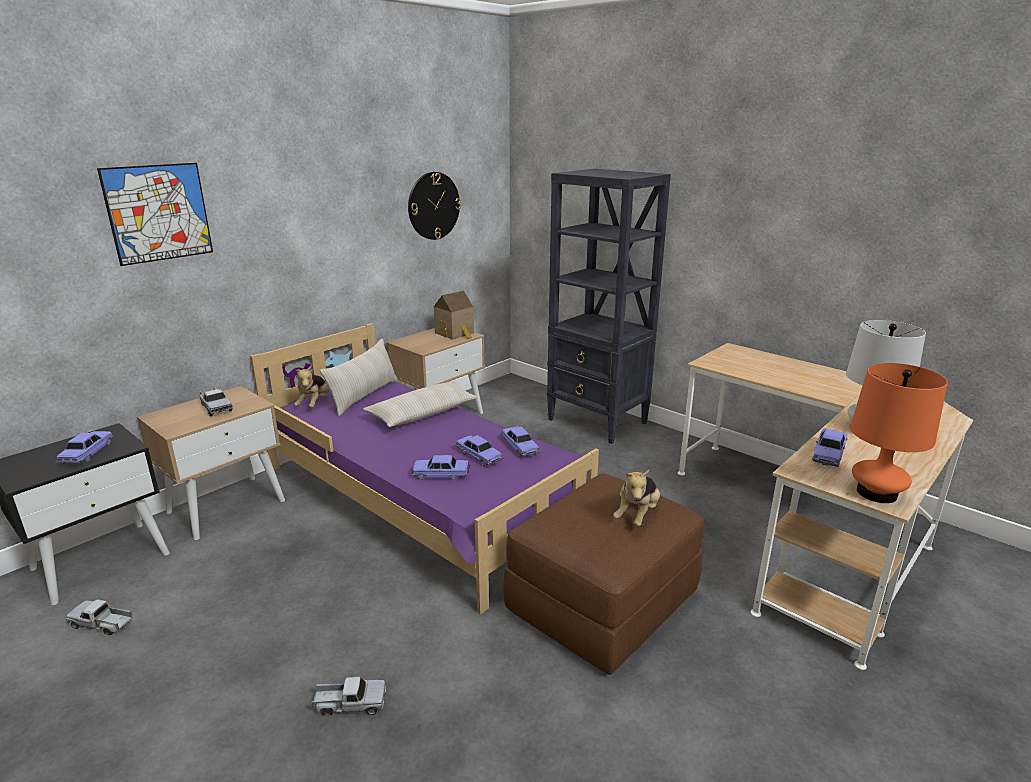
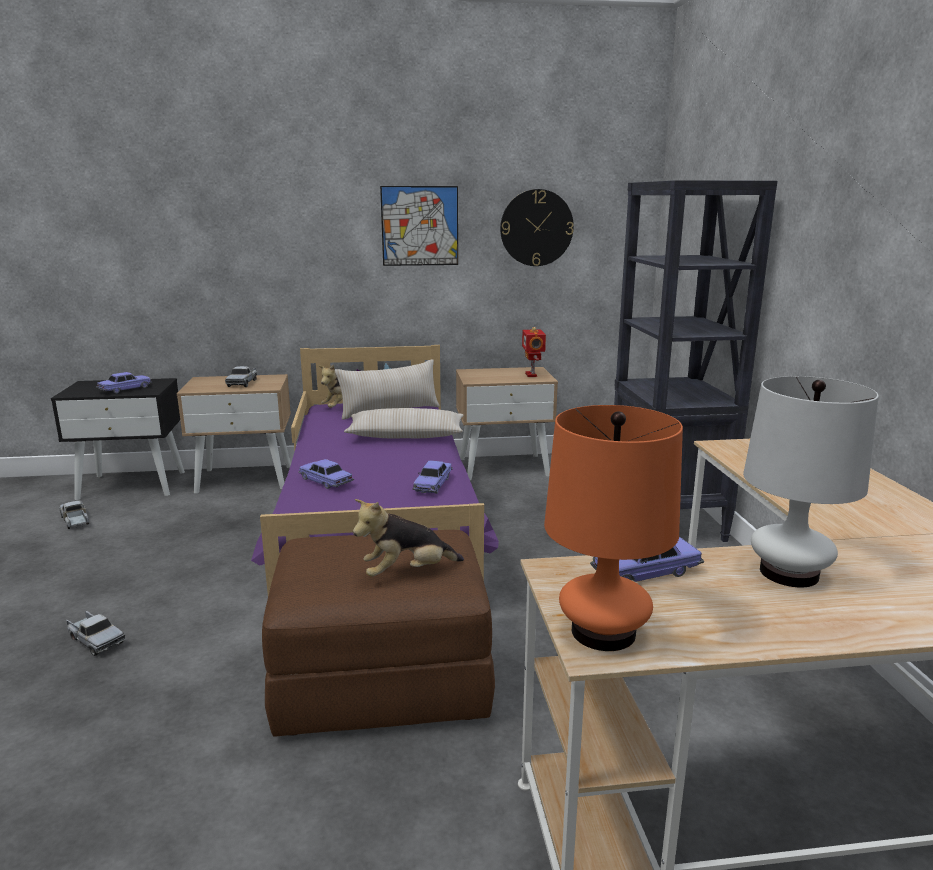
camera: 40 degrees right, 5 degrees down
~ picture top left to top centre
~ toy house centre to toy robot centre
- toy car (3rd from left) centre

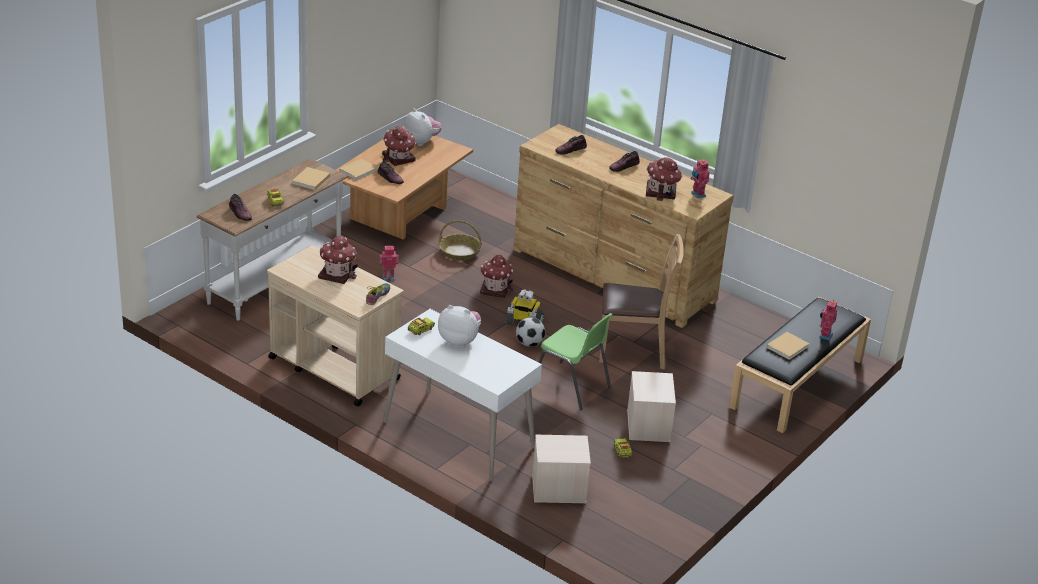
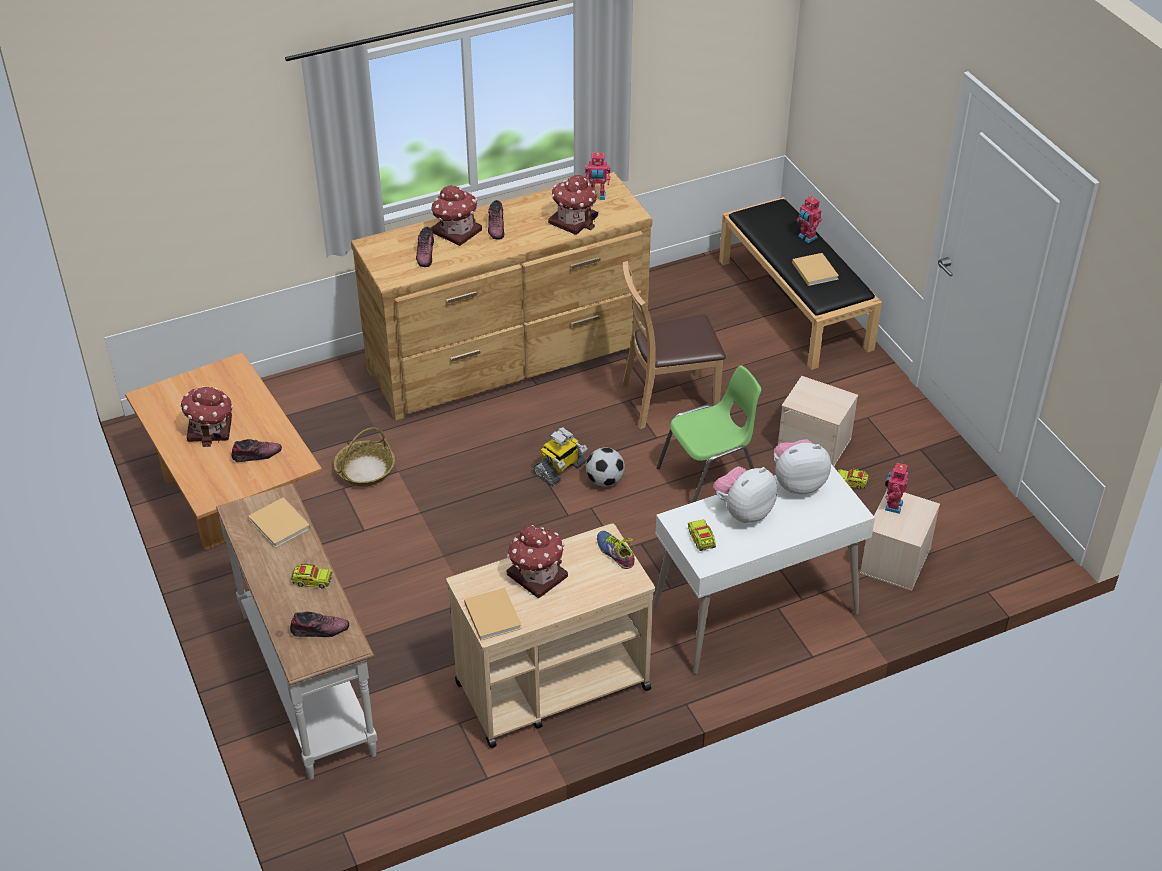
camera: 60 degrees left, 10 degrees up
~ plush toy (1st from left in the first image) top centre to plush toy (2nd from left) middle right
~ book (beige) (2nd from left) top centre to bottom centre
~ chair (brown) centre = centre 135 degrees counterclockwise
~ toy robot (1st from left in the first image) centre to toy robot (4th from left) middle right
~ toy house (3rd from left in the first image) centre to toy house (2nd from left) top centre

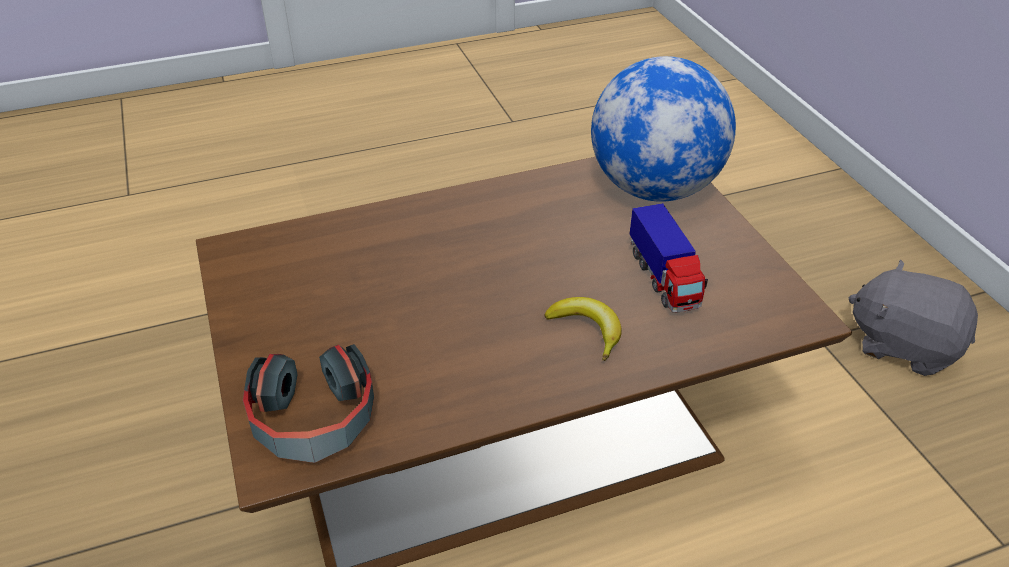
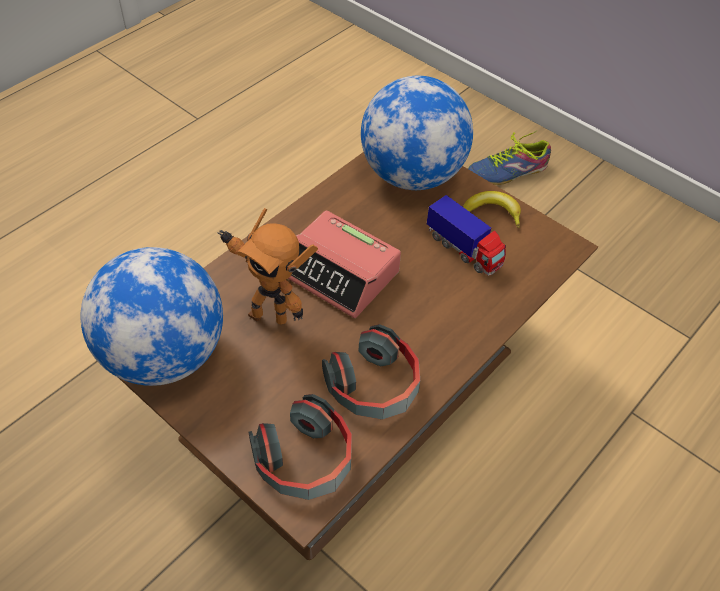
camera: 30 degrees left, 10 degrees up
- plush toy (grey) middle right
~ banana centre to middle right
+ shoe top right
+ toy robot centre
+ alarm clock centre
+ globe (1st from left) middle left
+ headphones (2nd from left) centre

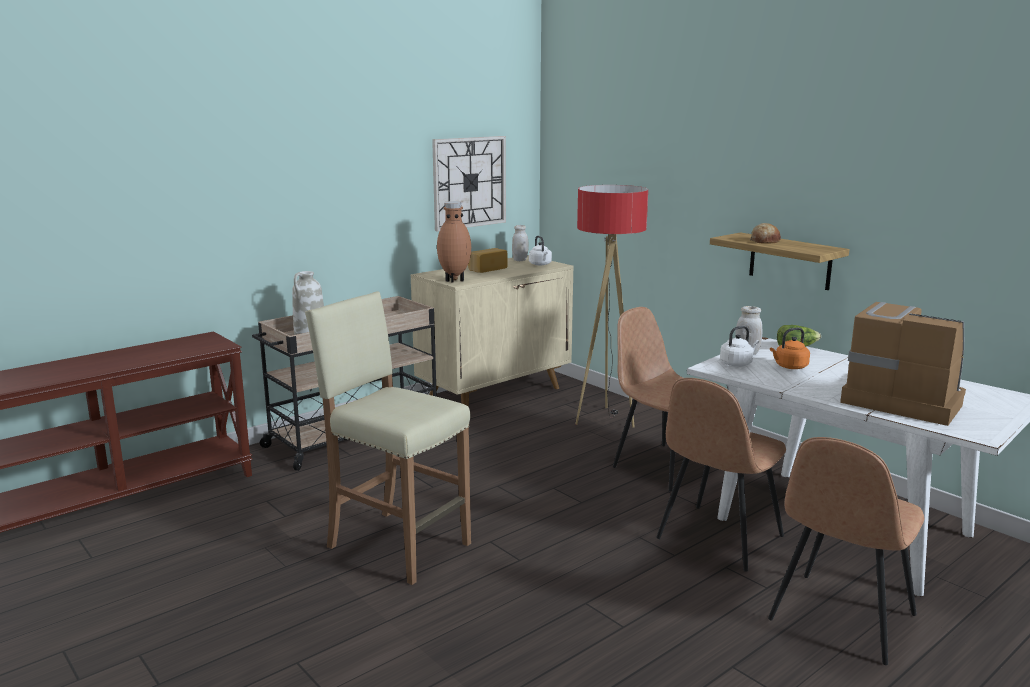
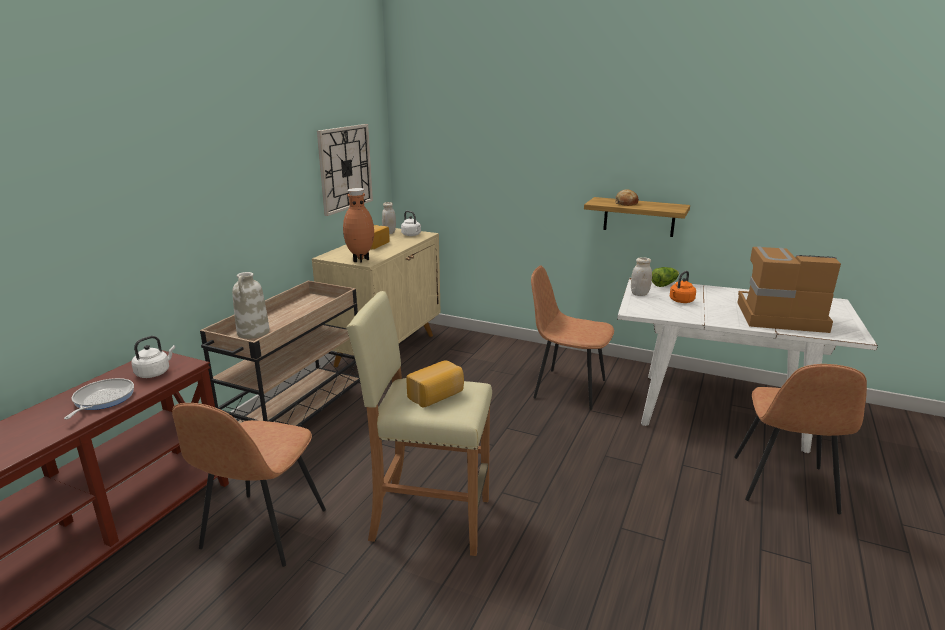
camera: 25 degrees left, 5 degrees up
- floor lamp centre
~ kettle (white) (2nd from left in the first image) middle right to kettle (white) (1st from left) middle left
~ chair (brown) (2nd from left in the first image) bottom right to chair (brown) (1st from left) bottom left
+ bread (2nd from left) centre
+ frying pan middle left

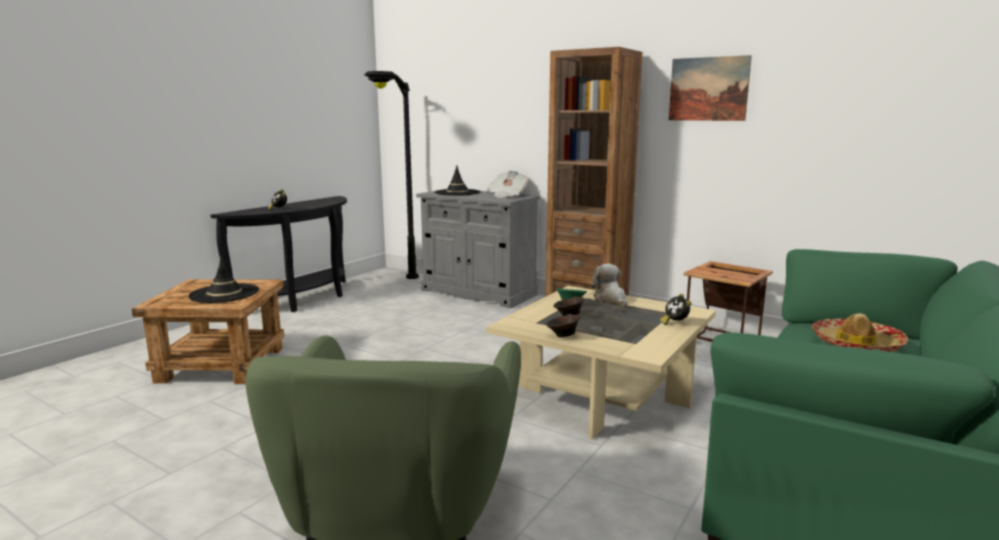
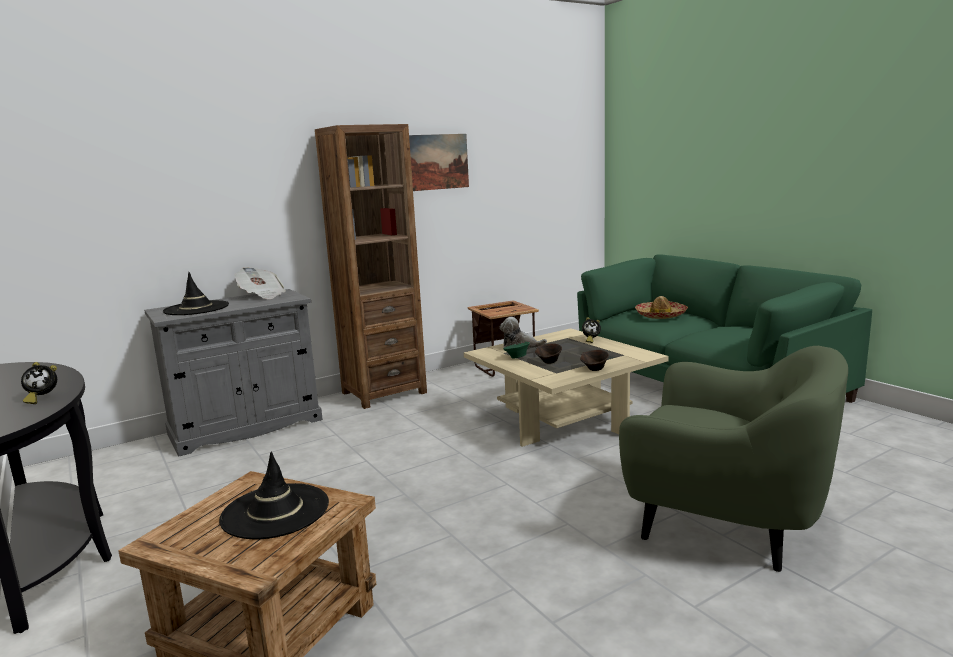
camera: 65 degrees left, 0 degrees up
- floor lamp (black) top centre

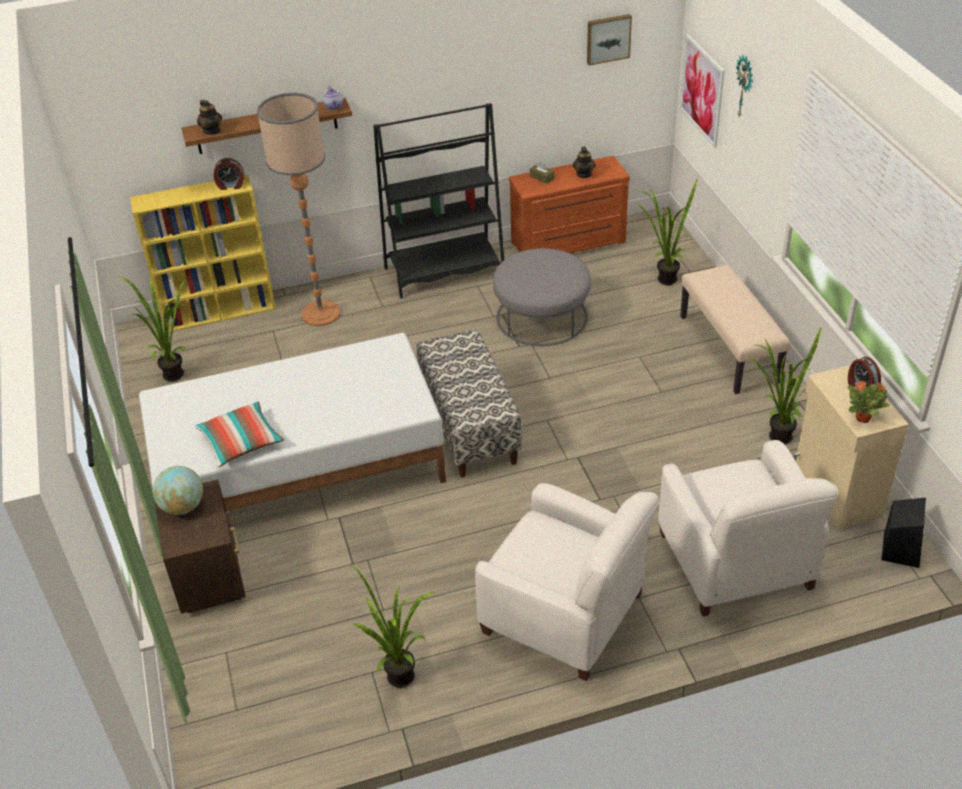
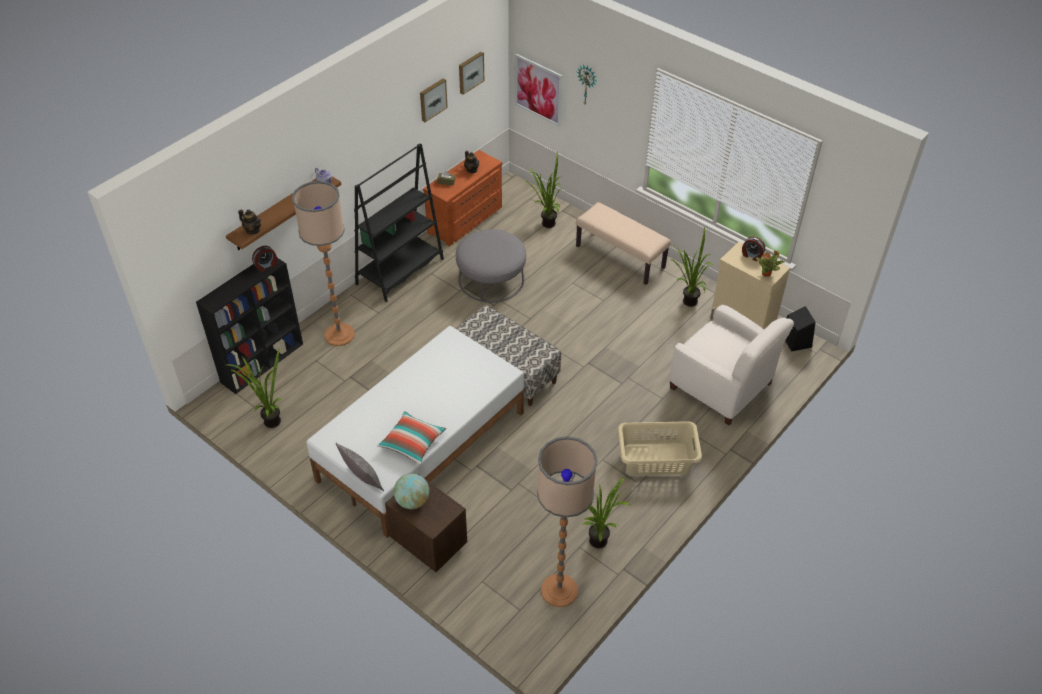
camera: 35 degrees left, 5 degrees up
~ bookcase (yellow) top left to bookcase (black) (1st from left) middle left
~ armchair (white) (1st from left) bottom centre to laundry basket (beige) centre
+ picture (1st from left) top centre
+ floor lamp (2nd from left) bottom centre
+ pillow (1st from left) bottom centre

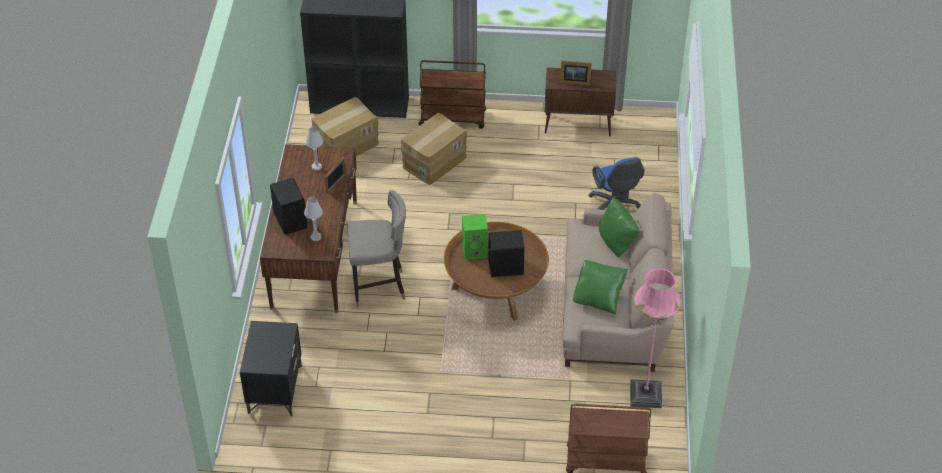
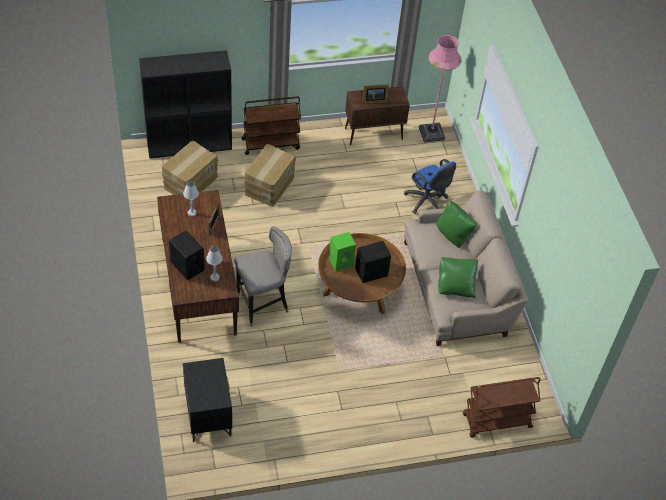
camera: 20 degrees left, 5 degrees up
~ floor lamp (pink) bottom right to top centre

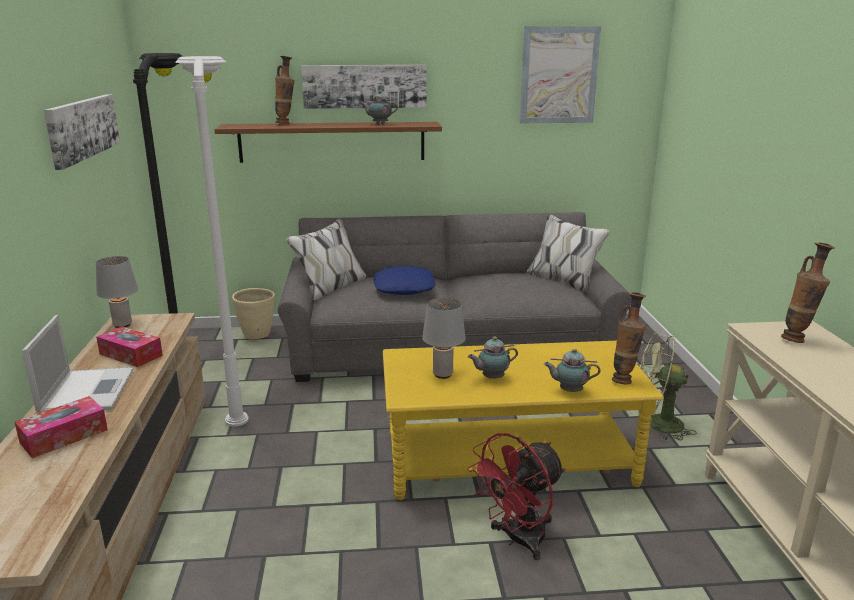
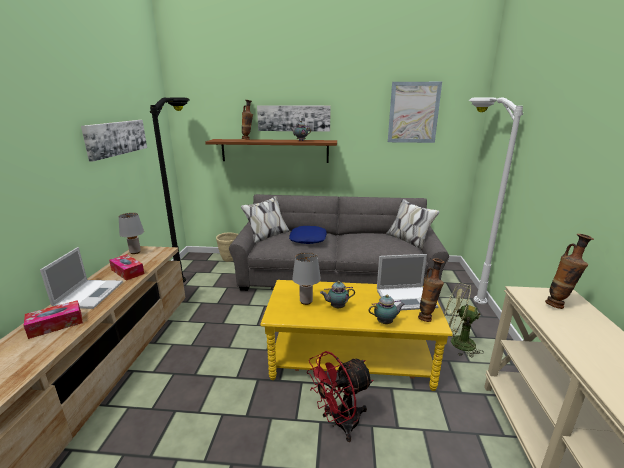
camera: 10 degrees right, 0 degrees up
~ floor lamp (white) middle left to middle right
~ teapot (3rd from left) middle right = centre 150 degrees clockwise
+ laptop (2nd from left) centre

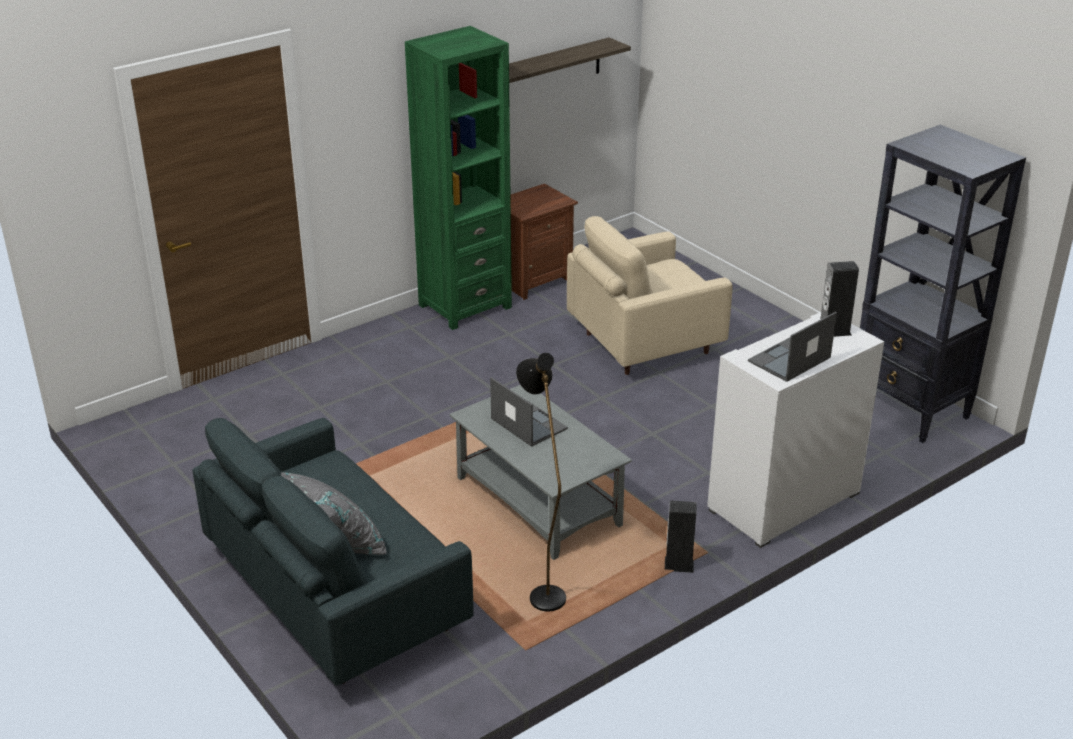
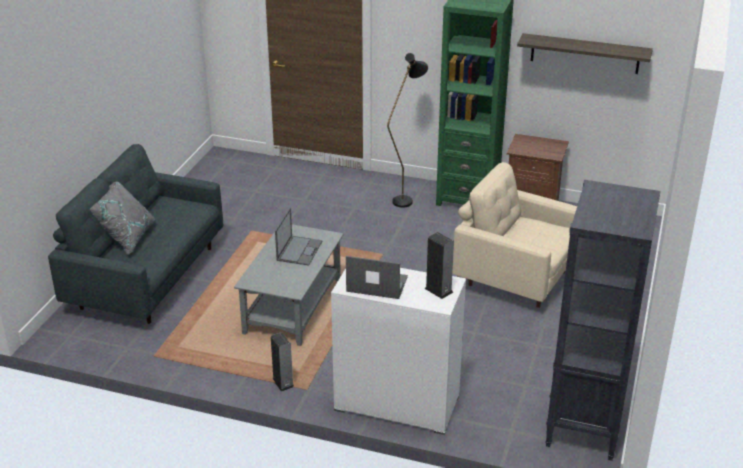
camera: 55 degrees right, 0 degrees up
~ floor lamp (black) centre to top centre

